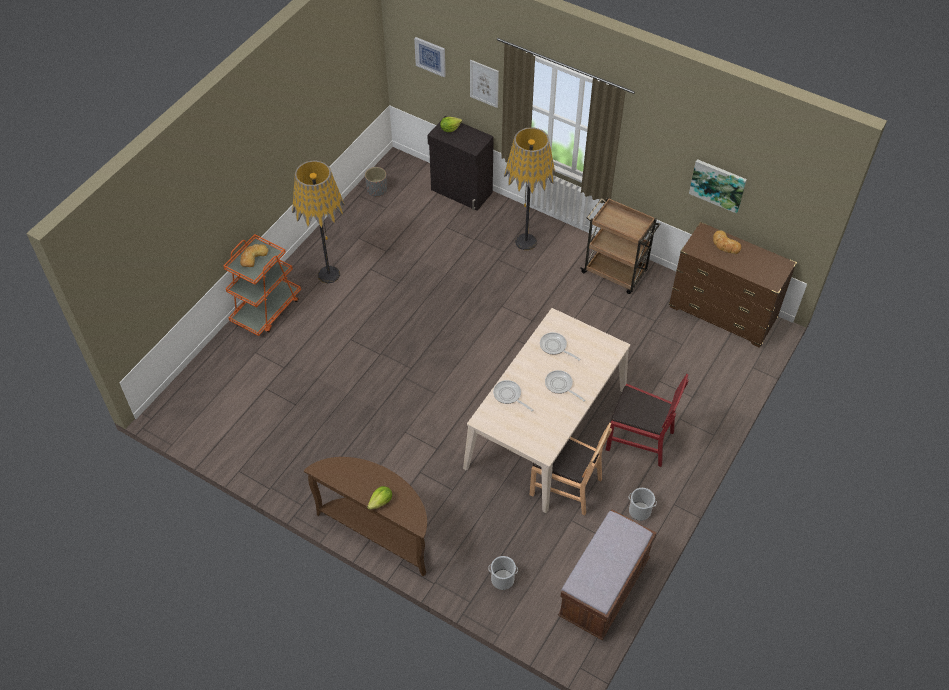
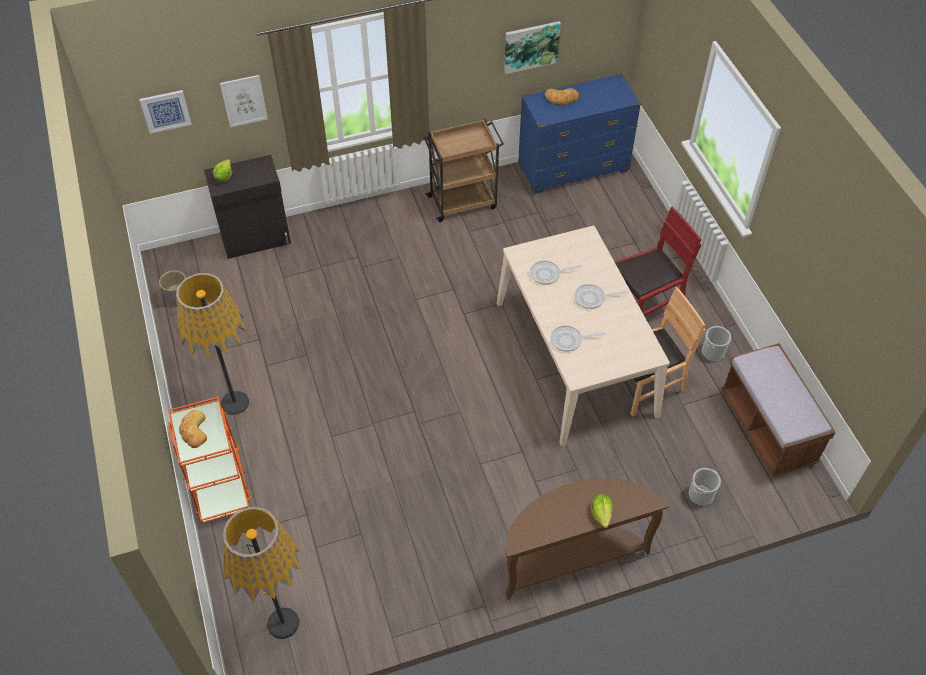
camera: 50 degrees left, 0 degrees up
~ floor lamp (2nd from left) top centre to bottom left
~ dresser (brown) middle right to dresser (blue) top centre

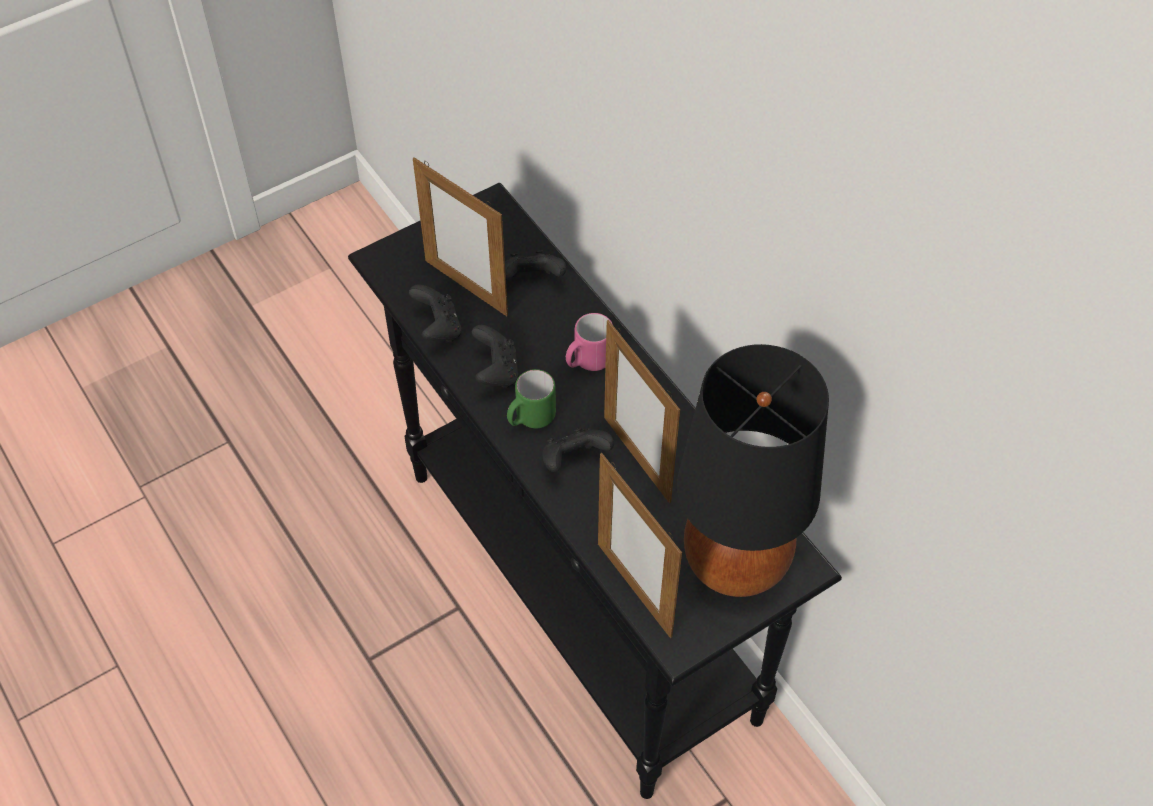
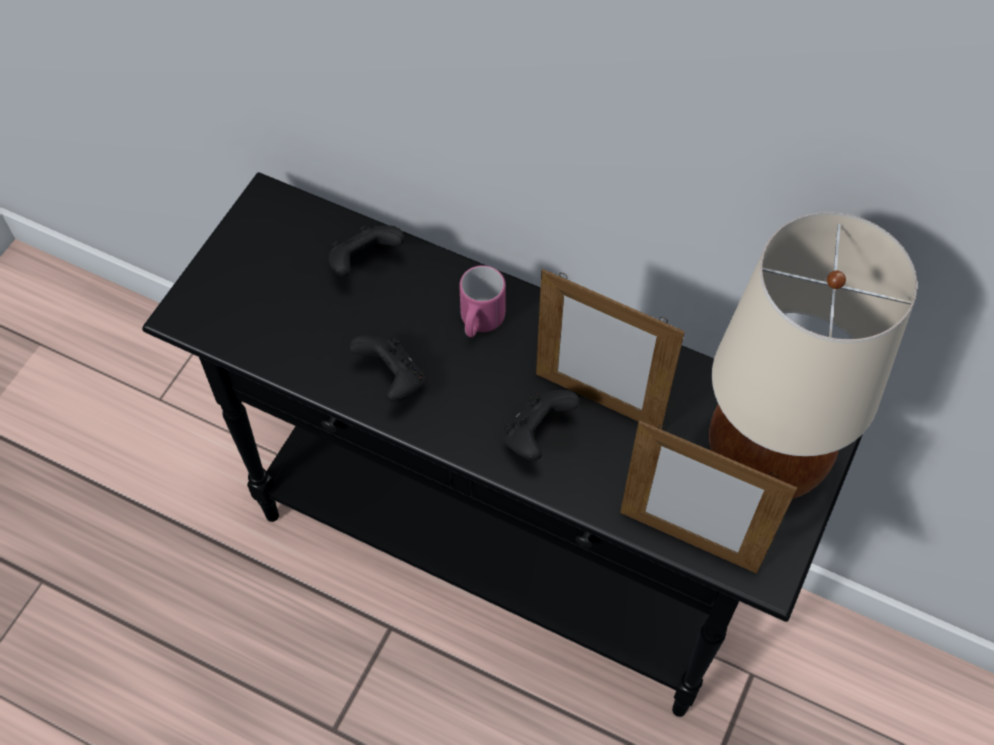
camera: 30 degrees left, 5 degrees up
- picture frame (1st from left) top centre
- game controller (black) (1st from left) centre
~ table lamp (black) centre to table lamp (beige) middle right
- mug (green) centre

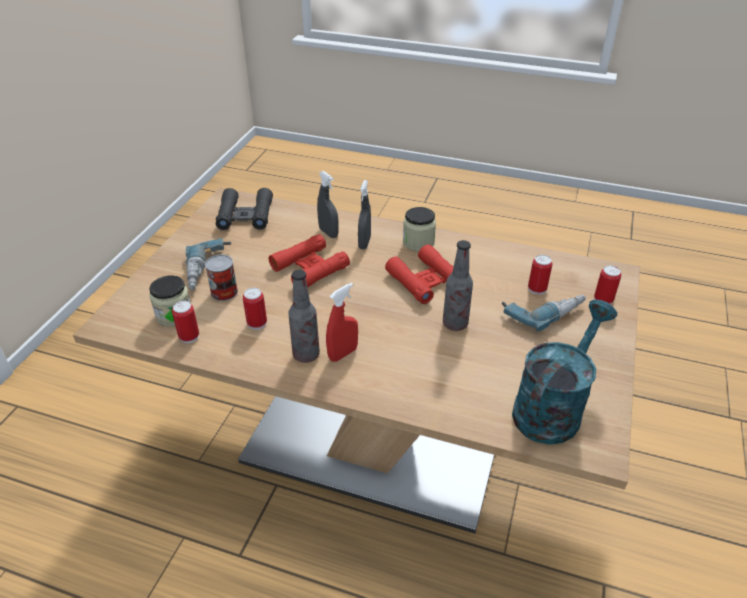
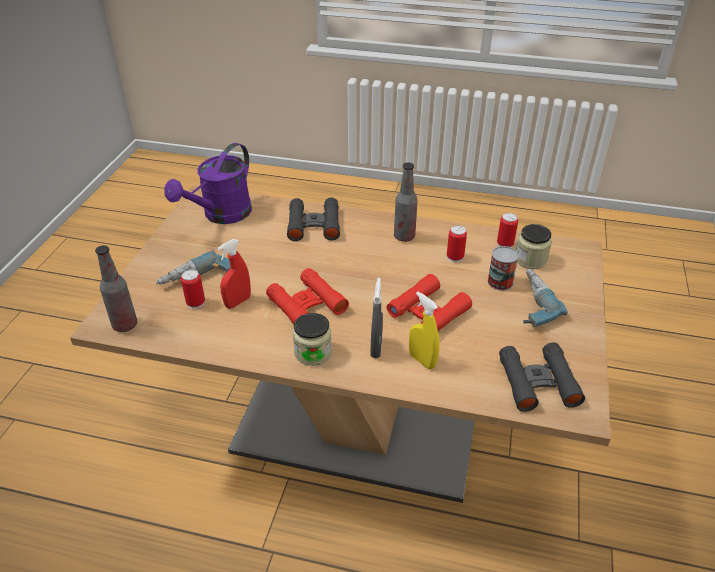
camera: 175 degrees right, 0 degrees up
~ spray bottle (grey) (1st from left) centre to spray bottle (yellow) centre
~ bottle (2nd from left in the first image) centre to bottle (1st from left) middle left
- can (5th from left) middle right
~ spray bottle (red) centre to middle left
~ watering can (turquoise) middle right to watering can (purple) top left
+ binoculars (black) (1st from left) centre

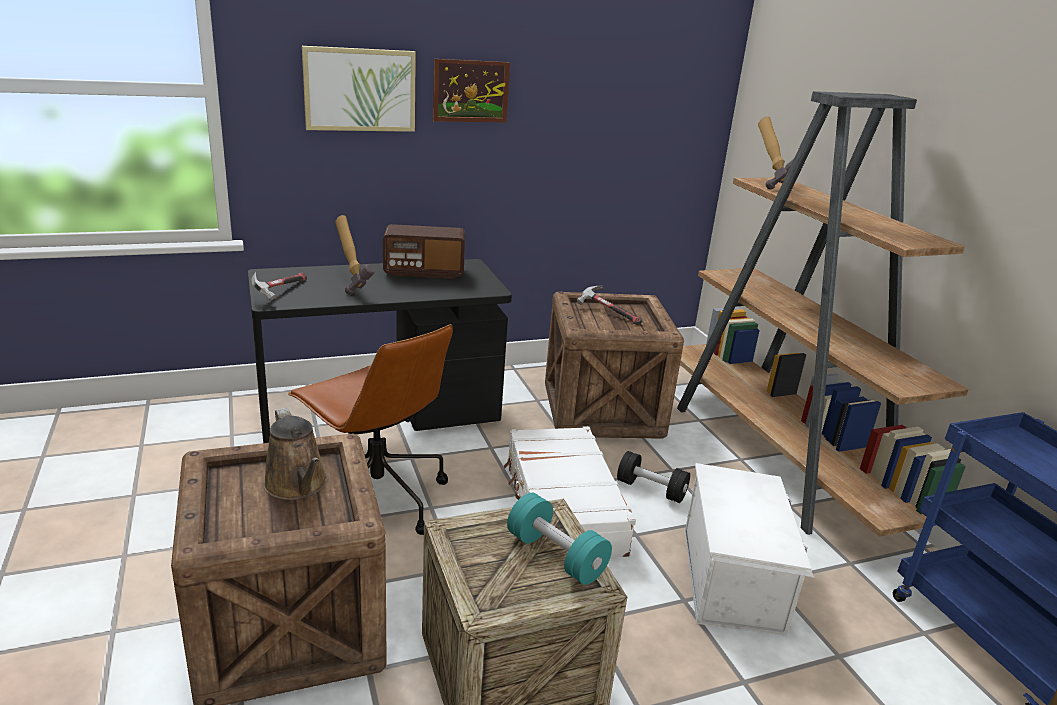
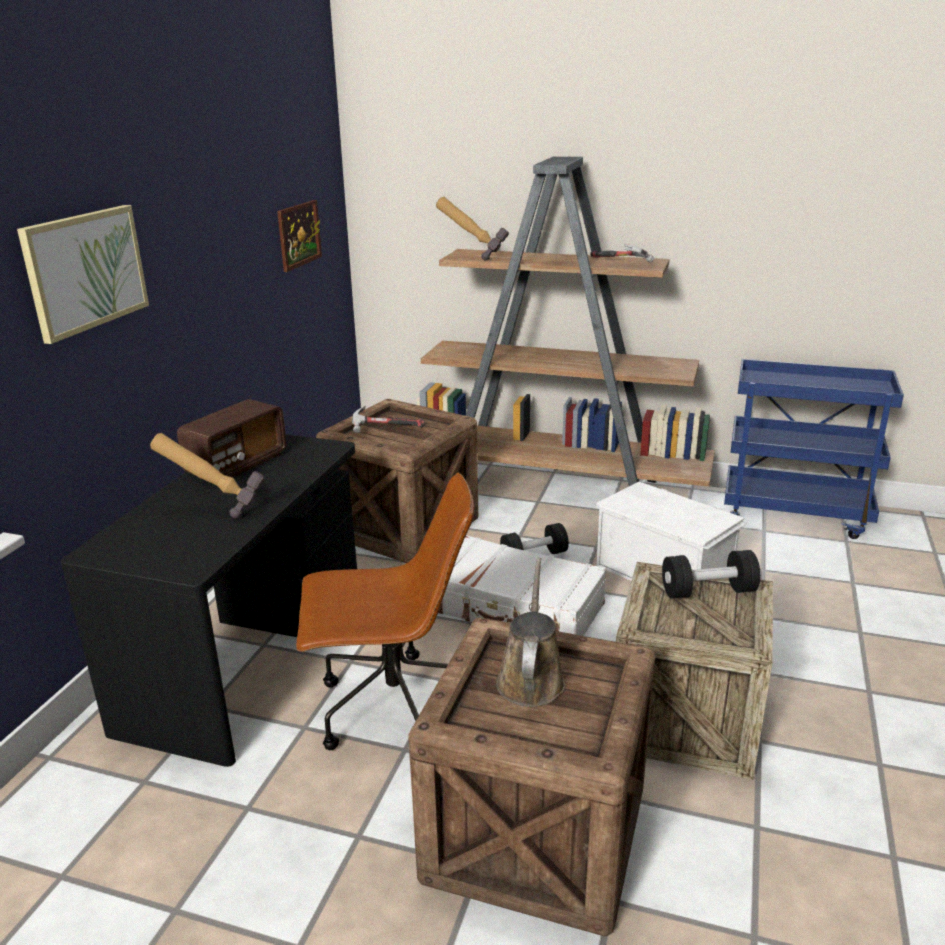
camera: 50 degrees left, 0 degrees up
~ picture (2nd from left) top centre to top left
~ hammer (1st from left in the first image) middle left to hammer (4th from left) top centre
~ watering can (brown) middle left = bottom centre 90 degrees counterclockwise
~ dumbbell (turquoise) bottom centre to dumbbell (black) (2nd from left) middle right

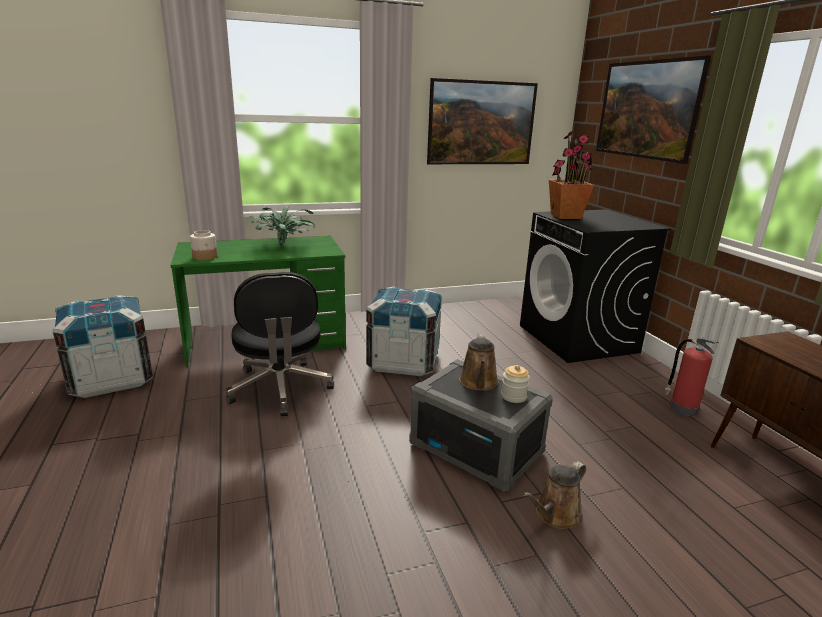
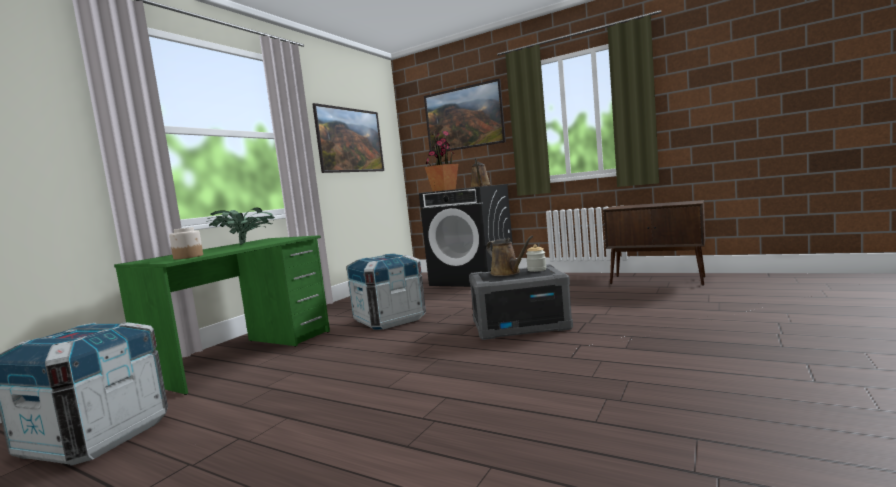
camera: 40 degrees left, 15 degrees down
- office chair (black) centre
- fire extinguisher middle right
~ watering can (brown) (2nd from left in the first image) bottom right to watering can (brown) (1st from left) centre

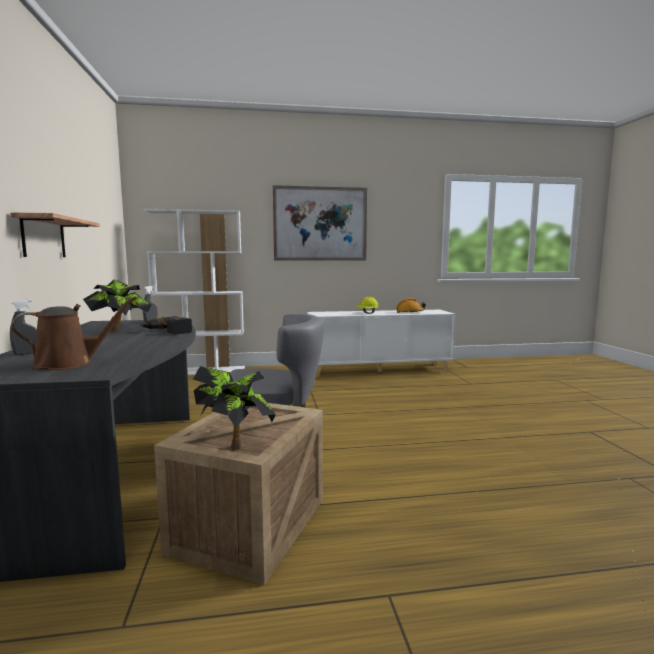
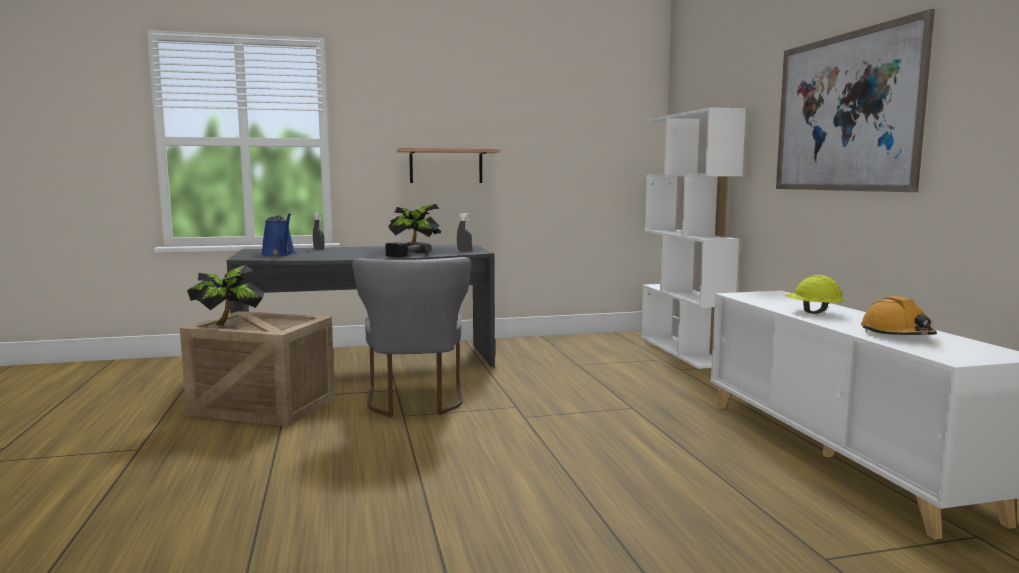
camera: 85 degrees right, 0 degrees up
~ watering can (brown) middle left to watering can (blue) middle left

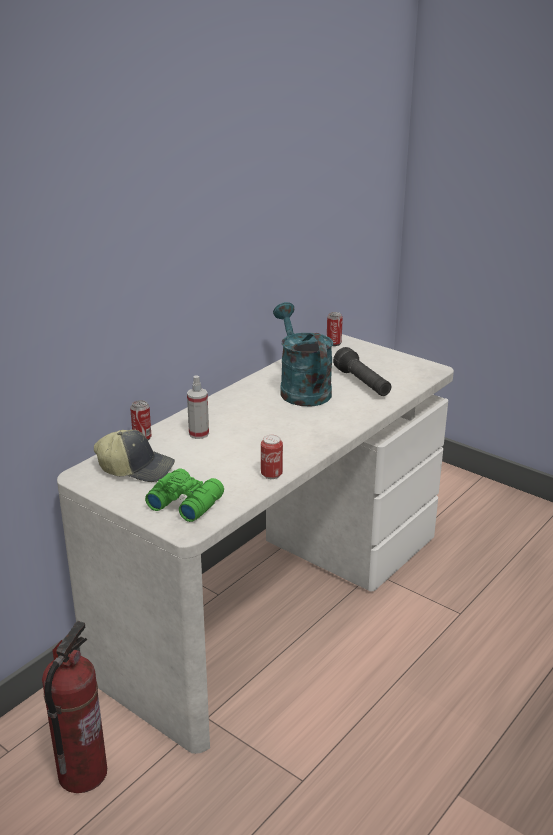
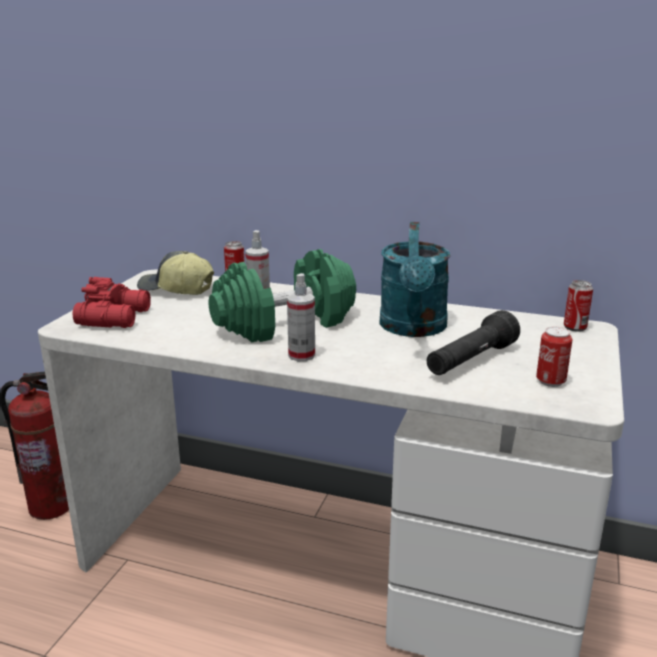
camera: 70 degrees right, 5 degrees down
~ watering can (turquoise) centre = centre 135 degrees clockwise
~ cap middle left = middle left 120 degrees clockwise
~ can (2nd from left) centre to middle right
~ binoculars (green) middle left to binoculars (red) middle left
+ dumbbell (green) centre
+ spray bottle (2nd from left) centre

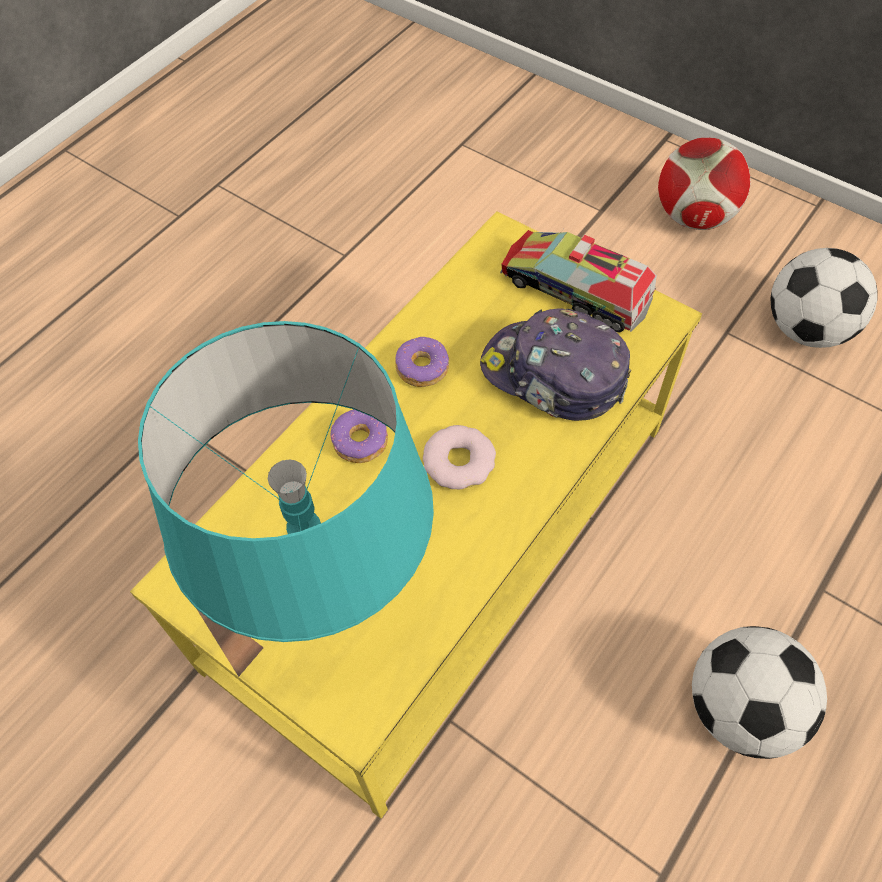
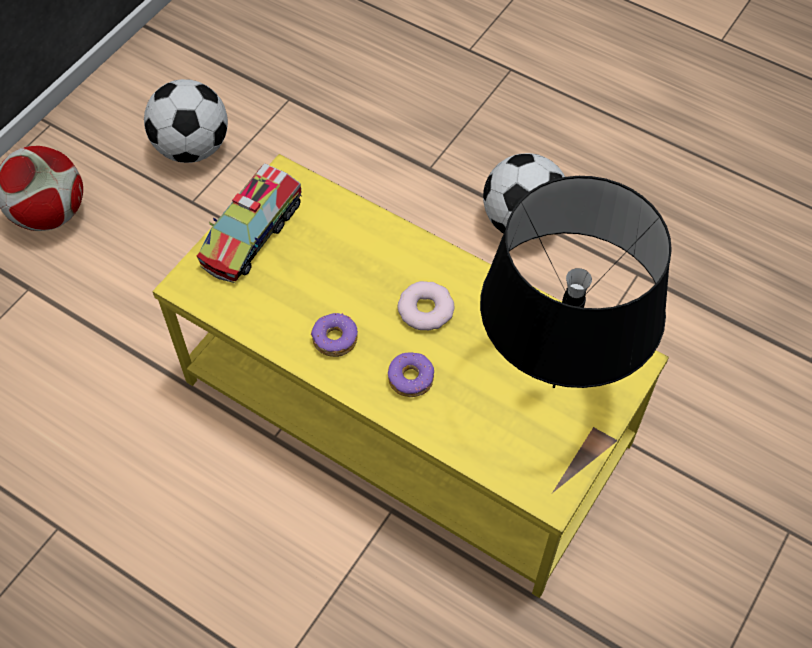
camera: 95 degrees left, 0 degrees up
- cap centre
~ table lamp (turquoise) middle left to table lamp (black) middle right

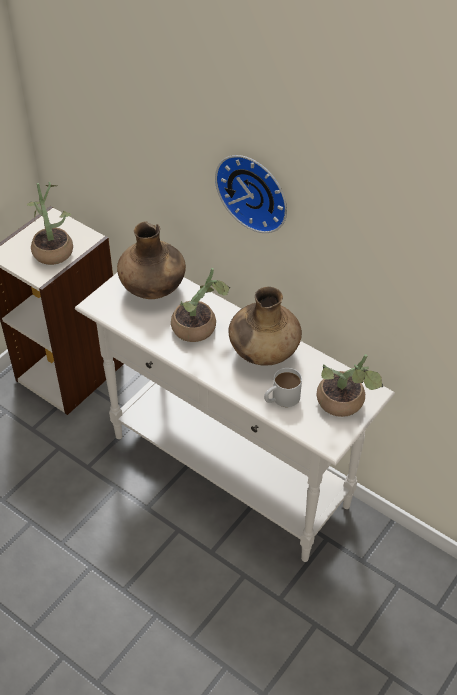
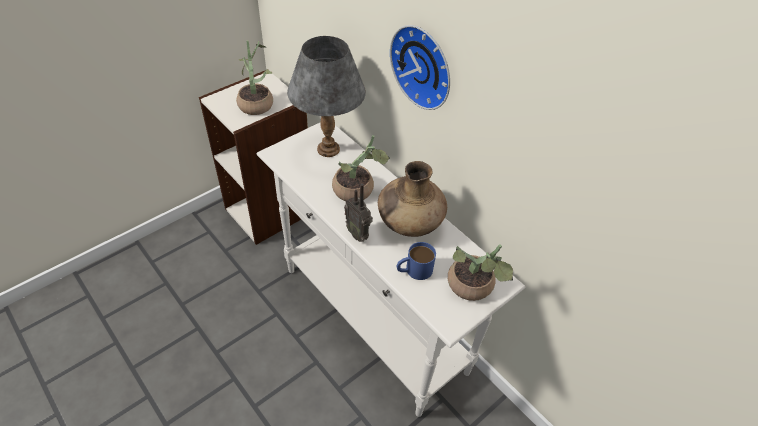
camera: 10 degrees right, 0 degrees up
~ vase (brown) (1st from left) middle left to table lamp (grey) top centre
~ mug (white) centre to mug (blue) centre
+ radio centre

